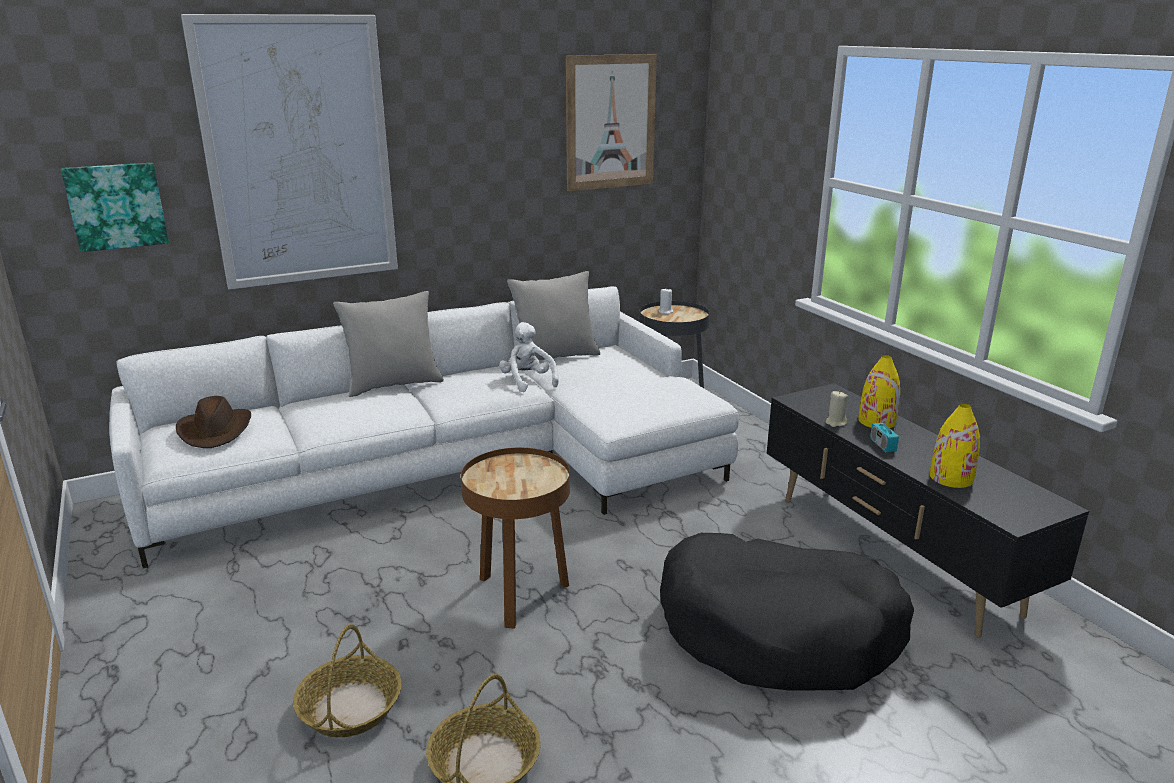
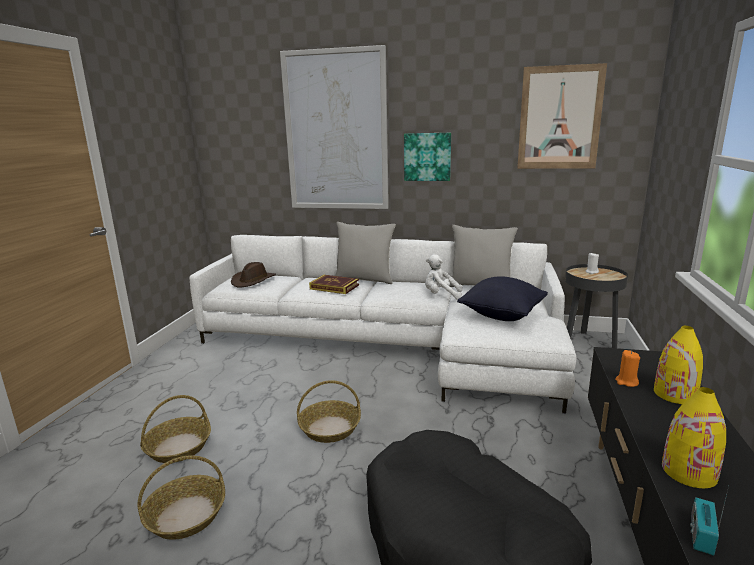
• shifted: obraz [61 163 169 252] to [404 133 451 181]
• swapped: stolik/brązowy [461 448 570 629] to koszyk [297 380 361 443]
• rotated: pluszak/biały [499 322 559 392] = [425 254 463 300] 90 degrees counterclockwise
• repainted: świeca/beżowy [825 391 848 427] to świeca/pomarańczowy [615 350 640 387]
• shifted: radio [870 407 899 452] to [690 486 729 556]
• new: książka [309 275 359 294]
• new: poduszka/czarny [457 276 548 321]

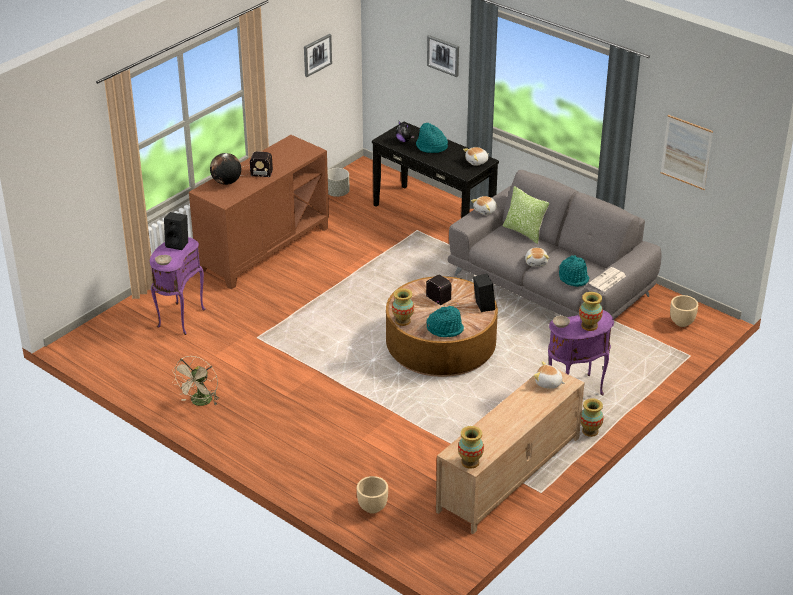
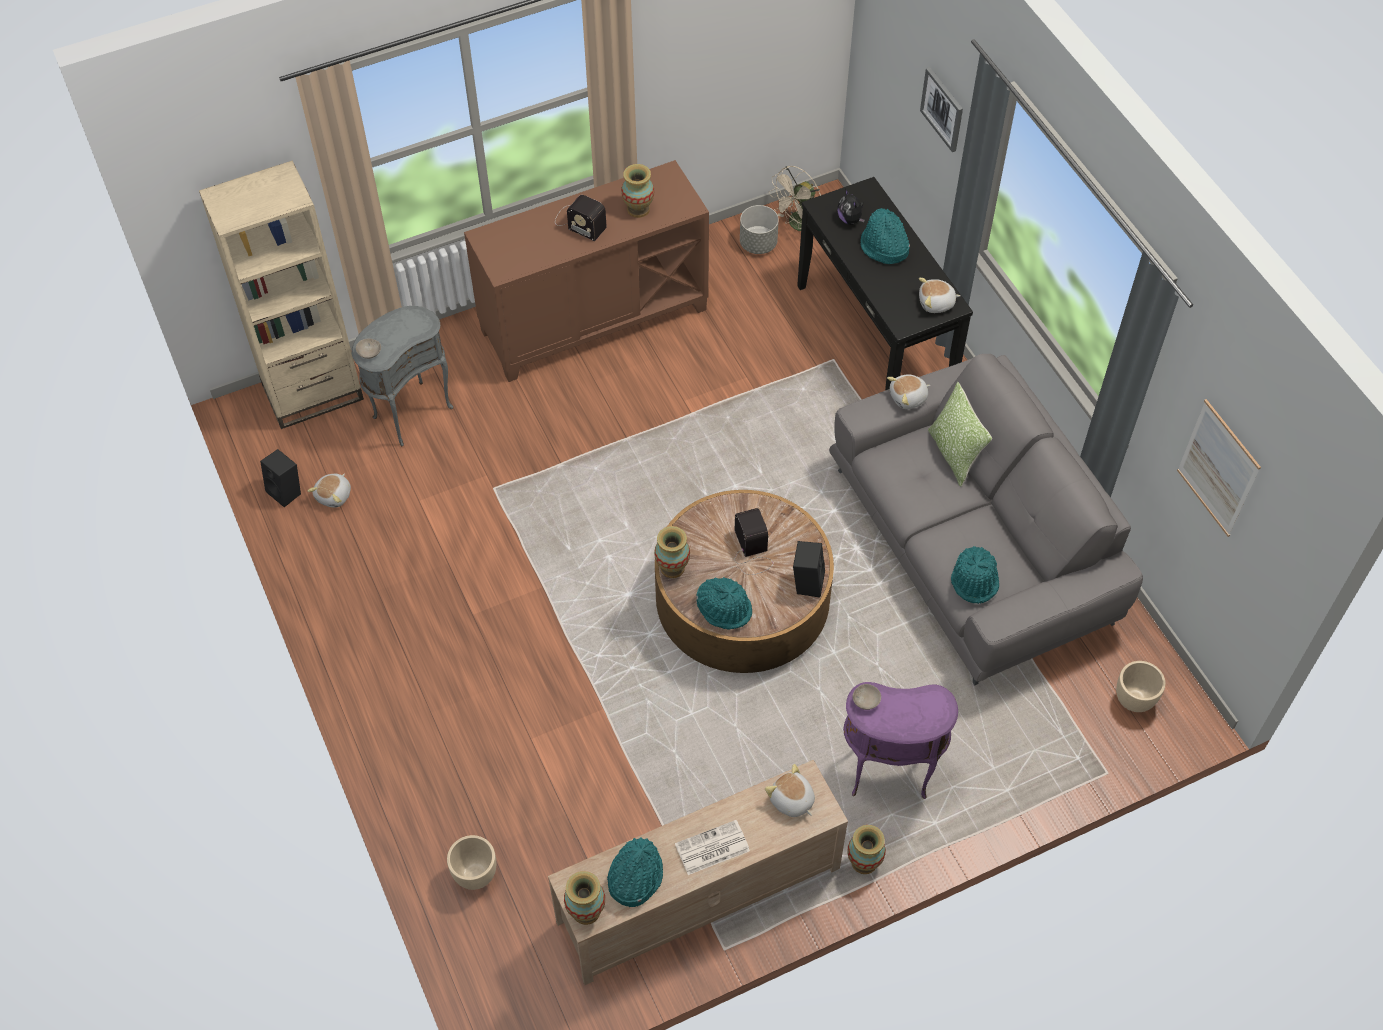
• repainted: stolik/fioletowy [150 237 206 335] to stolik/szary [351 306 453 446]
• shifted: głośnik/czarny [164 212 188 250] to [260 449 301 507]
• shifted: wentylator/beżowy [172 356 220 406] to [769 166 821 231]
• gone: globus [210 153 241 185]
• gone: obraz [304 34 332 77]
• shifted: pluszak [525 248 549 267] to [308 474 351 508]
• shifted: wazon [579 292 603 331] to [621 164 654 218]
• shifted: gazeta [589 267 626 292] to [675 820 750 875]
• new: regał/beżowy [199 160 364 429]
• new: kapelusz/turkusowy [607 837 663 907]

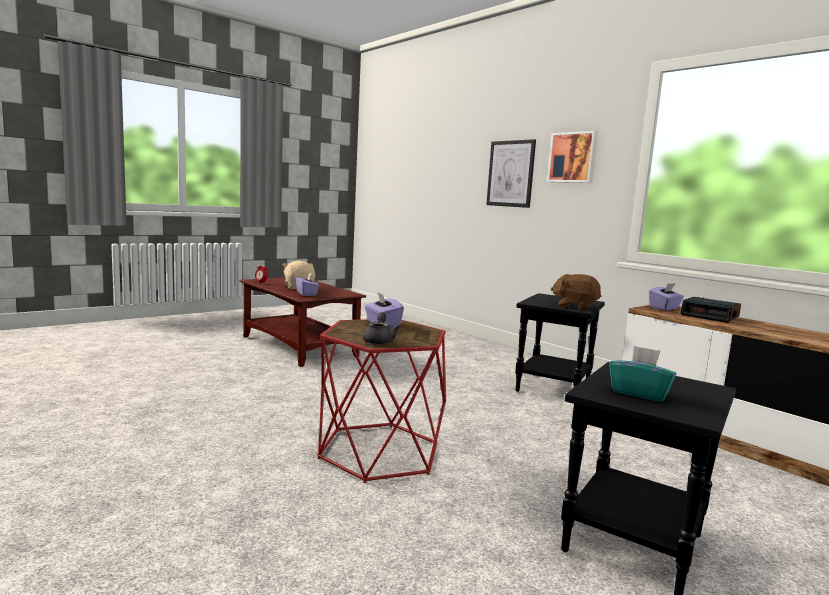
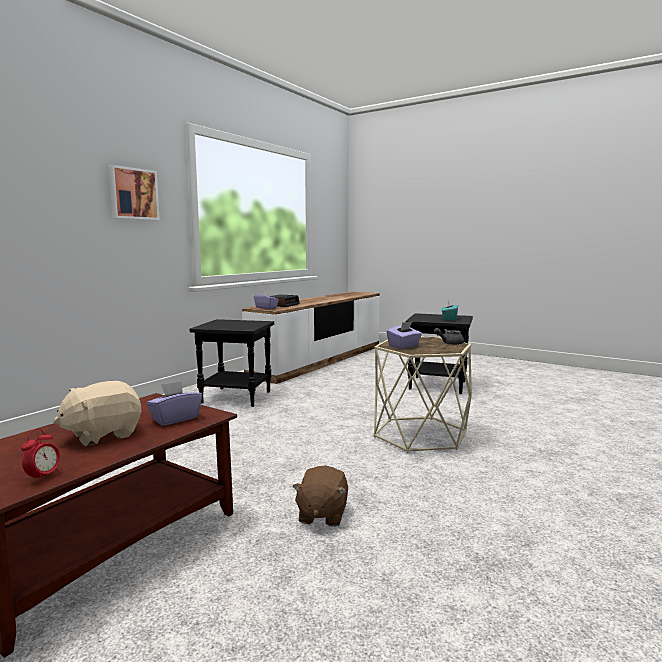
• repainted: stolik/czerwony [317 319 446 483] to stolik/beżowy [373 337 472 453]
• gone: obraz [486 139 536 208]
• shifted: pluszak/brązowy [551 274 601 310] to [292 465 348 527]

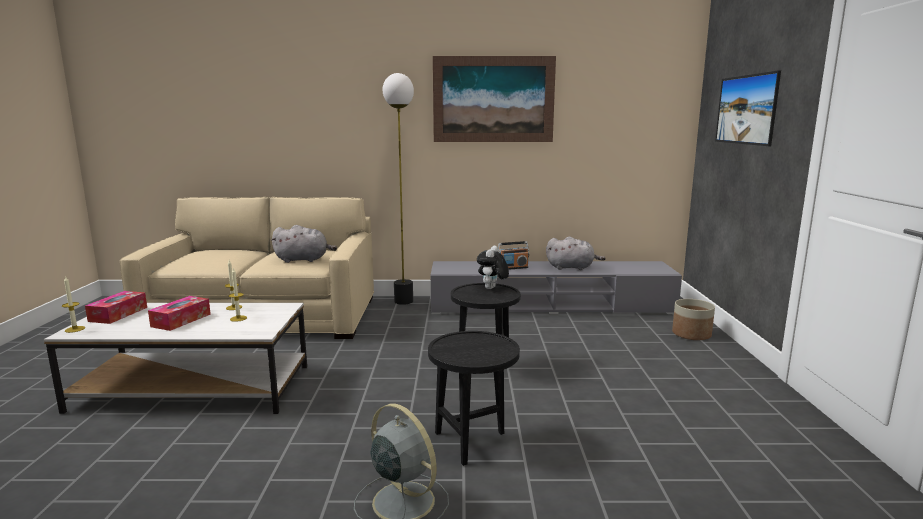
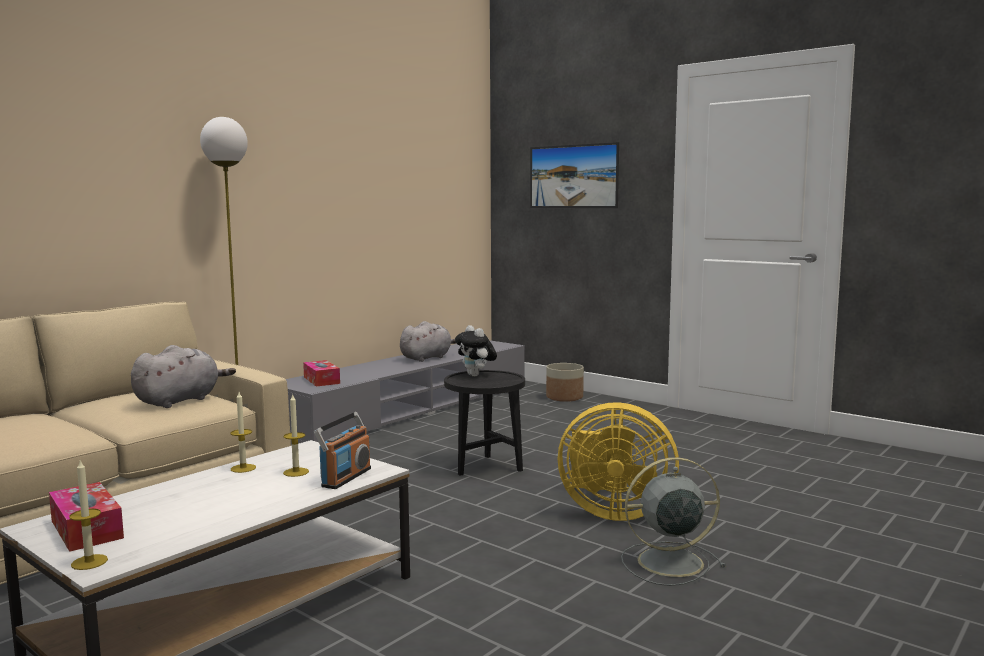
• shifted: pudełko chusteczek [148 296 211 331] to [303 360 340 387]
• swapped: stolik/czarny [428 331 520 466] to wentylator/żółty [558 402 679 521]
• gone: obraz [433 56 556 142]
• shifted: radio [498 241 529 270] to [314 412 371 489]

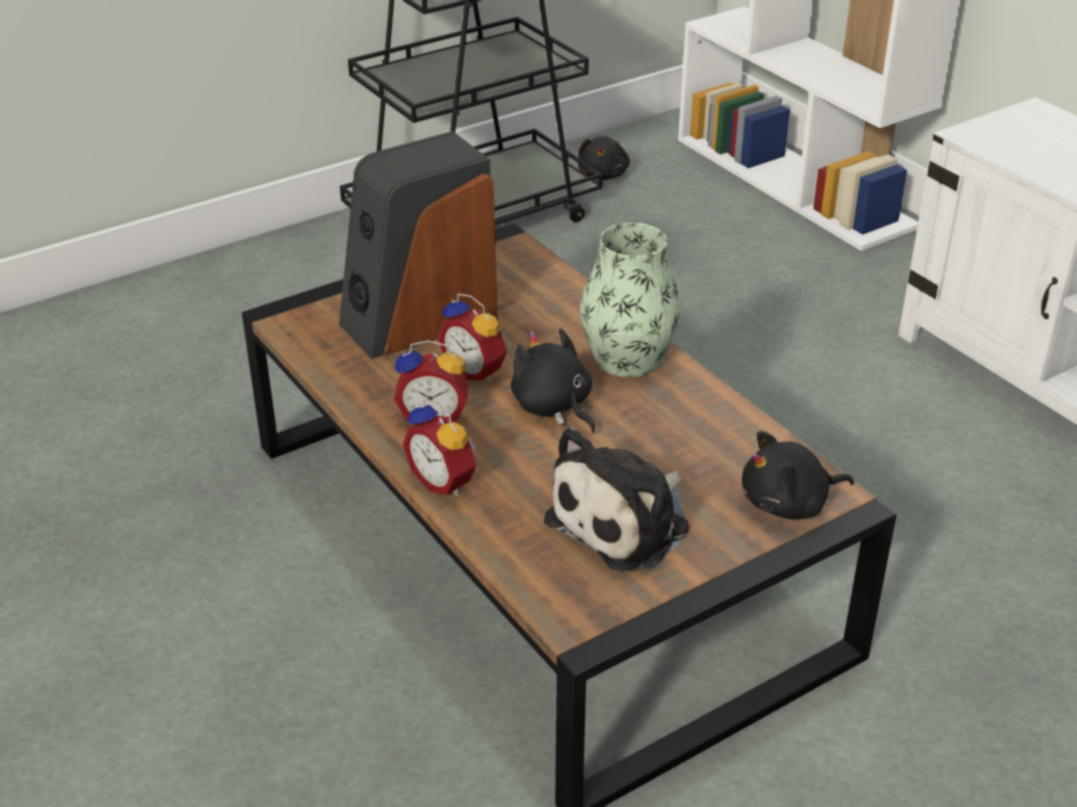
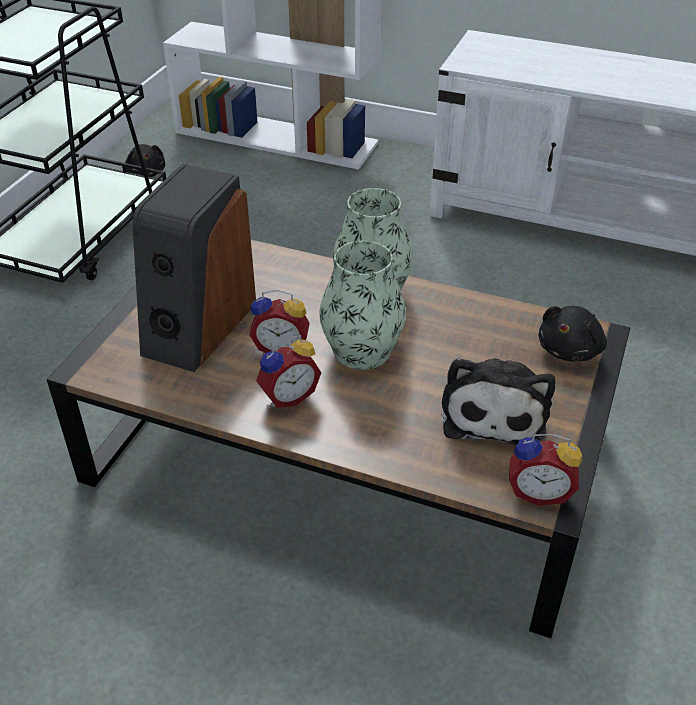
• shifted: budzik [403 398 476 496] to [509 434 582 506]
• swapped: pluszak/czarny [511 328 595 434] to wazon [319 241 406 370]

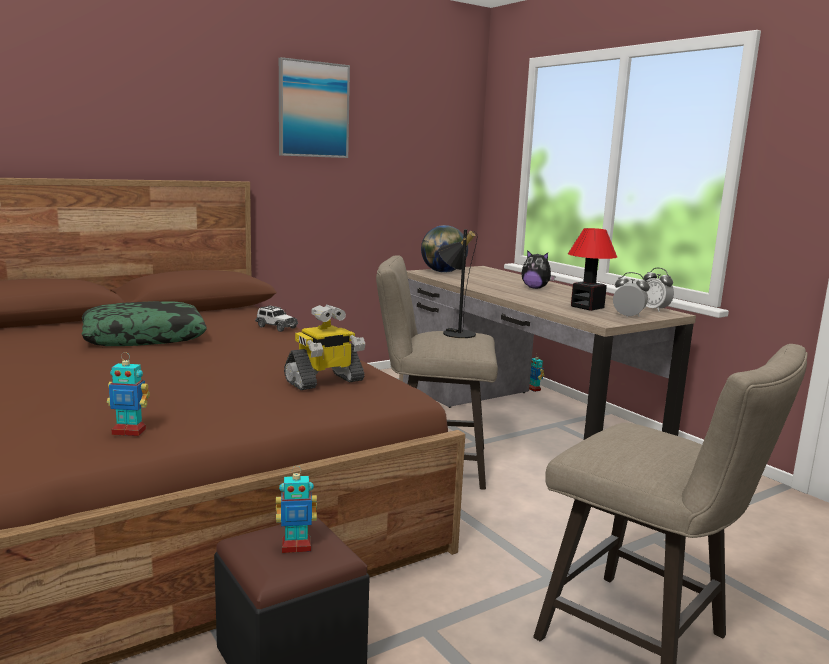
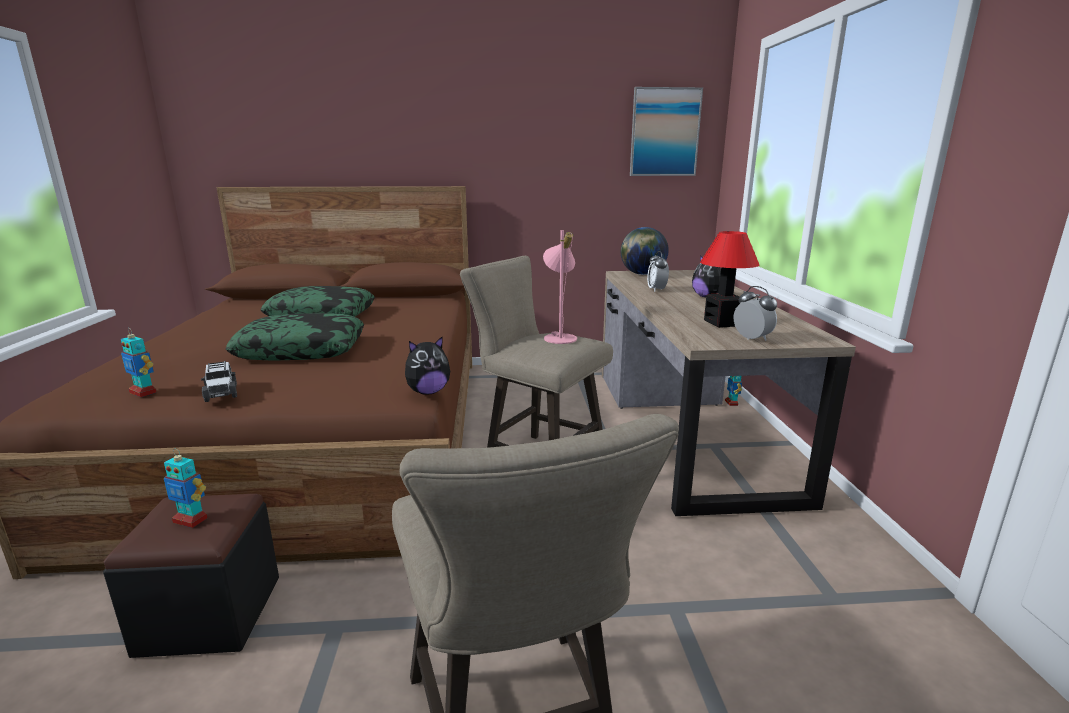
• shifted: samochodzik [255 305 298 332] to [201 361 237 402]
• shifted: obraz [279 57 350 158] to [630 87 703 176]
• gone: robot zabawkowy [284 304 365 390]
• repainted: lampa stołowa/czarny [439 229 477 338] to lampa stołowa/różowy [543 230 577 344]
• shifted: budzik [643 268 674 312] to [647 251 669 292]
• new: poduszka [225 313 364 361]
• new: pluszak [405 336 450 395]

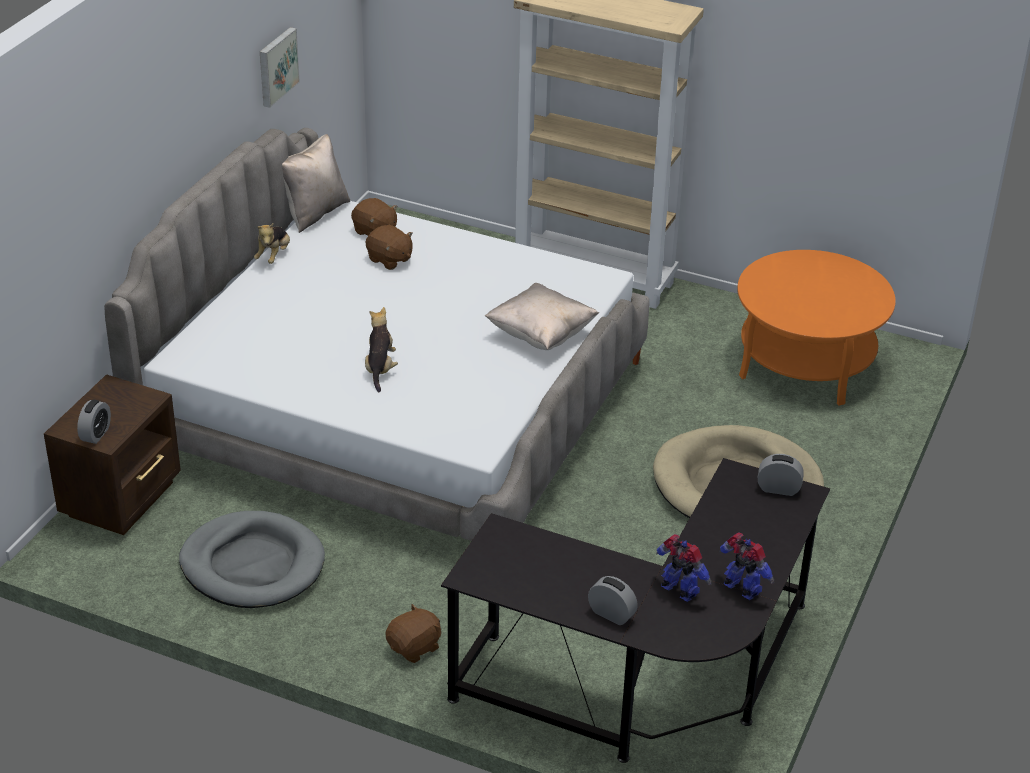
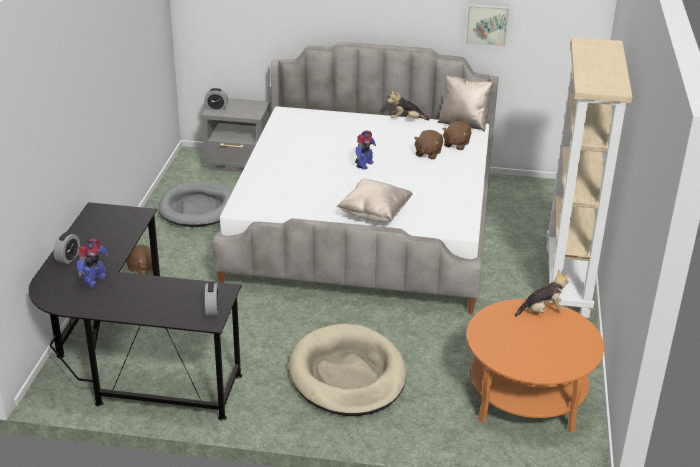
• repainted: szafka nocna/brązowy [44 374 181 535] to szafka nocna/szary [201 98 271 172]
• shifted: pluszak [365 307 398 392] to [515 269 570 317]
• shifted: robot zabawkowy [719 532 774 600] to [355 130 376 170]

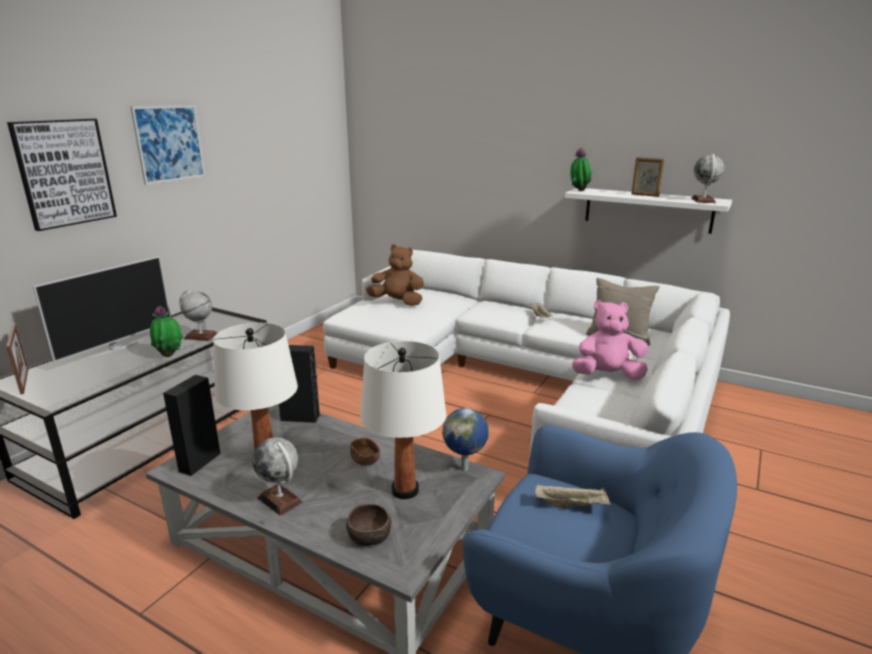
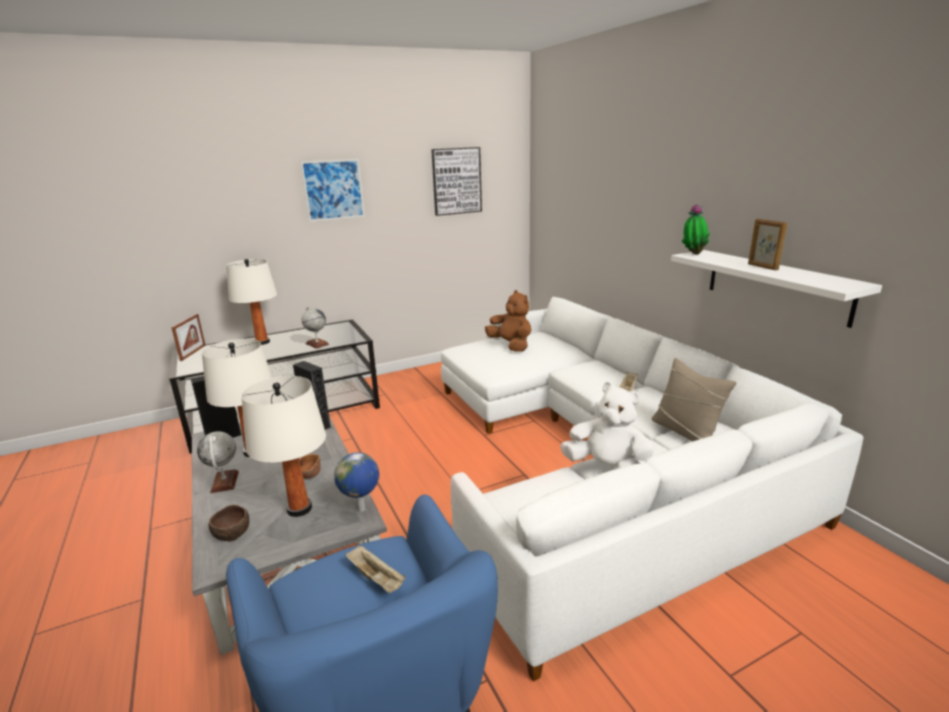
• shifted: obraz [7 119 117 231] to [431 147 482 216]
• swapped: telewizor [33 256 171 362] to lampa stołowa/biały [226 259 277 345]
• gone: roślina doniczkowa [150 306 183 357]
• repainted: pluszak/różowy [572 300 648 380] to pluszak/biały [560 382 654 468]
• gone: globus [691 154 724 203]

